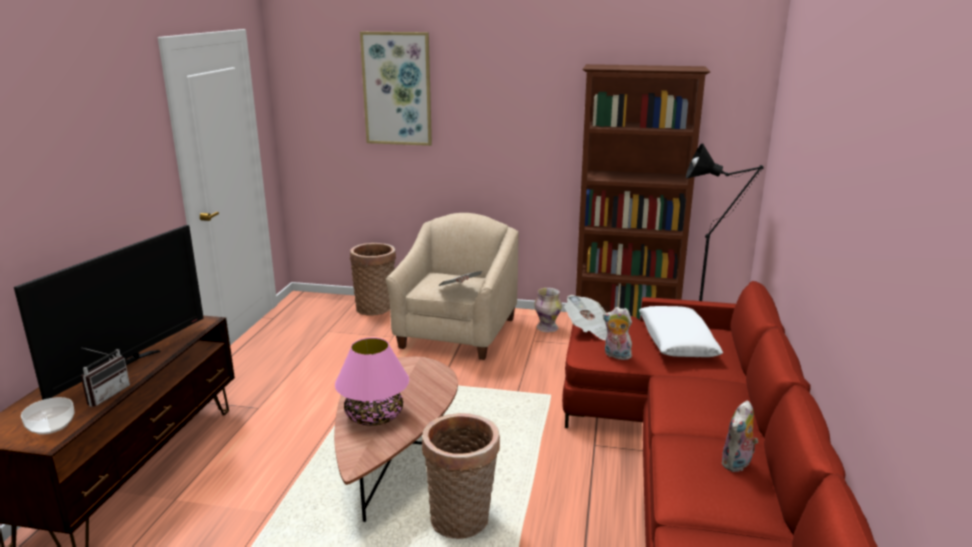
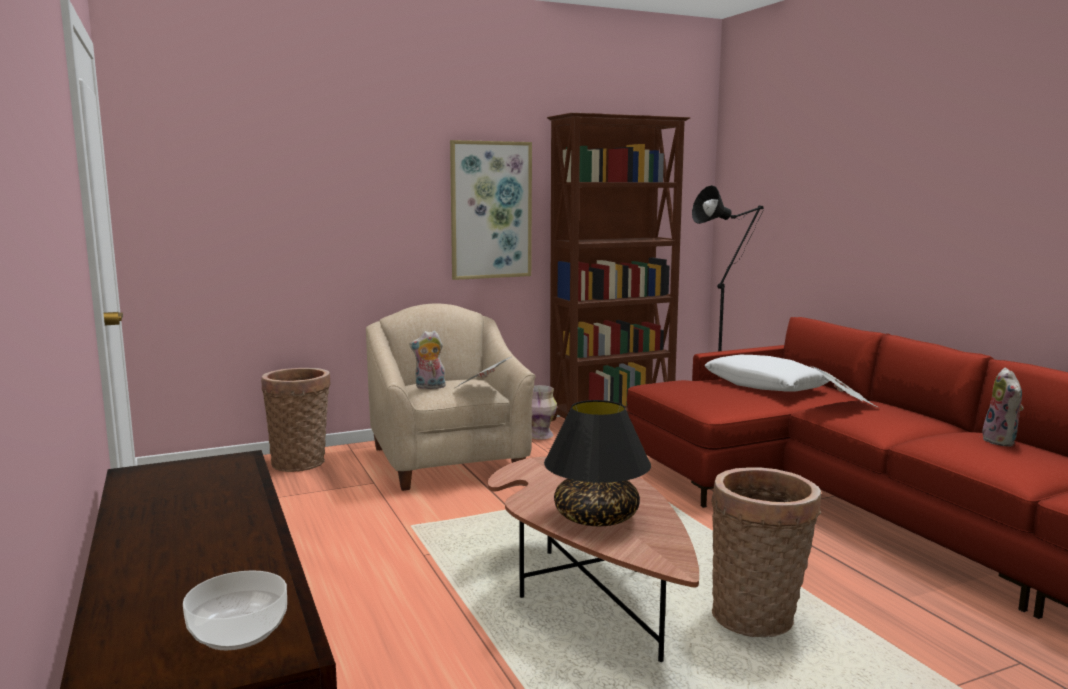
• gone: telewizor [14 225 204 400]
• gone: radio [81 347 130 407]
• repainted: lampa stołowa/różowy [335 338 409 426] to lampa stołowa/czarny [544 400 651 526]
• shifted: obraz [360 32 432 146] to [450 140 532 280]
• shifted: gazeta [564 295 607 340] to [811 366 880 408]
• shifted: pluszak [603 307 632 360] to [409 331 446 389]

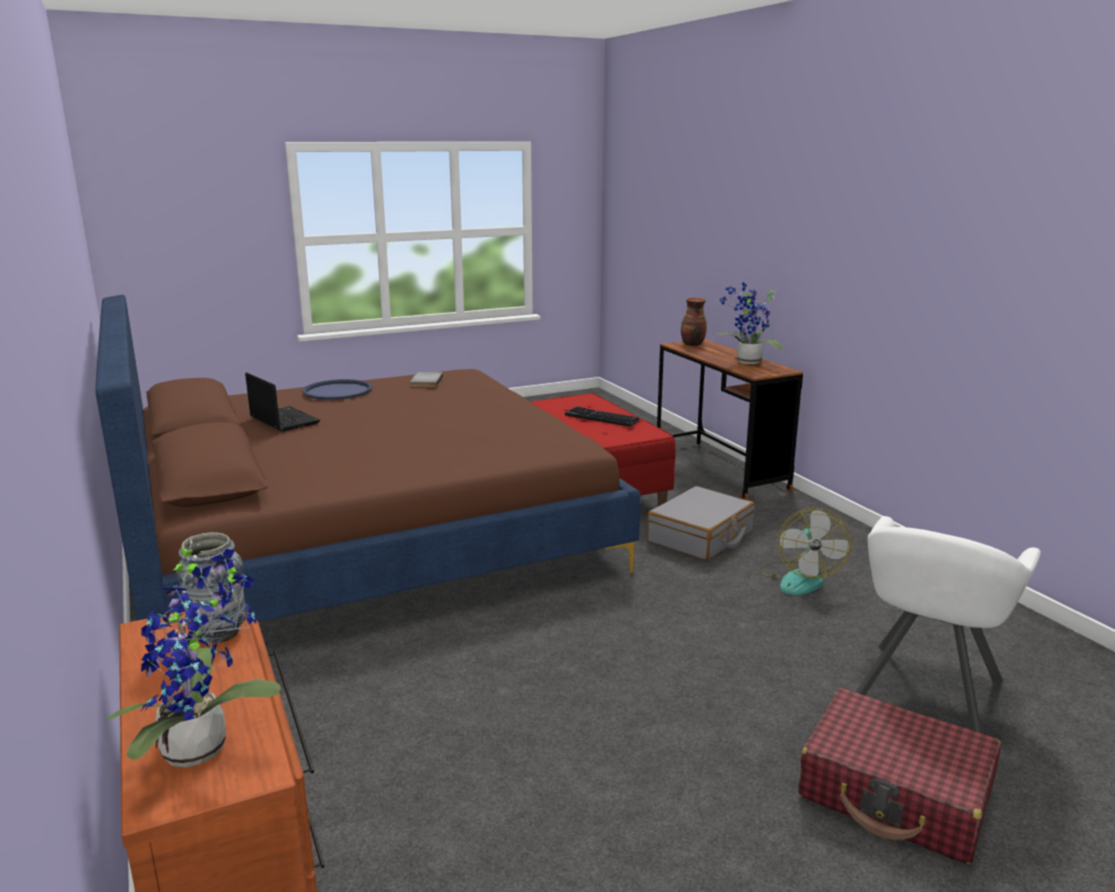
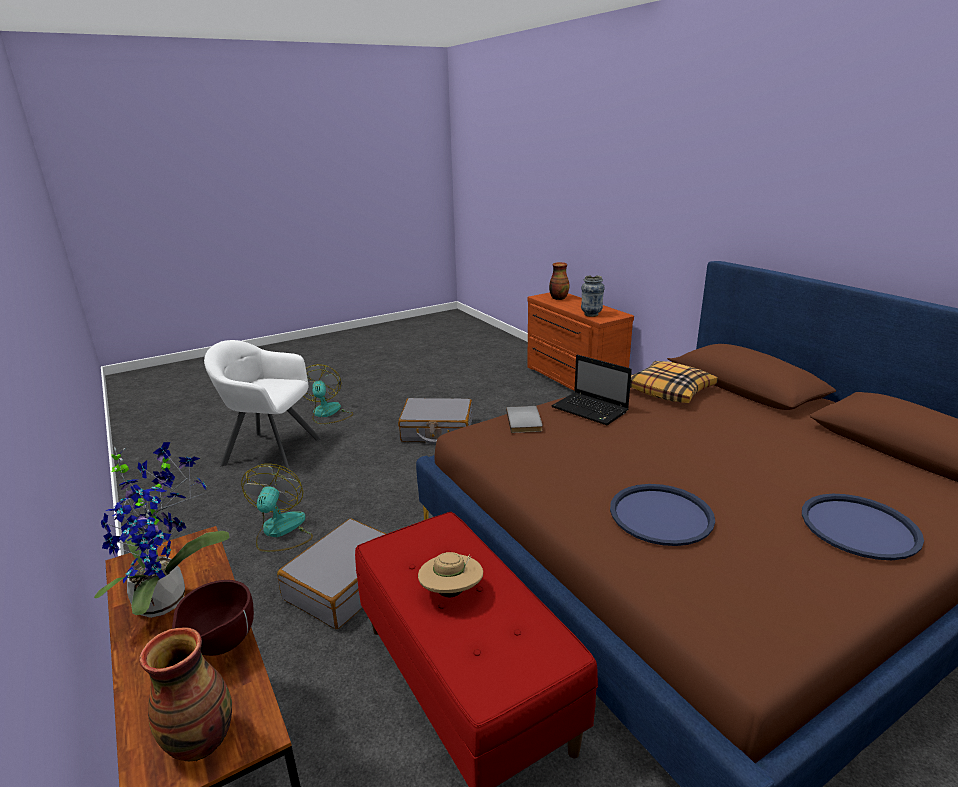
• swapped: roślina doniczkowa [106 539 281 768] to wazon [549 262 570 300]
• shifted: laptop [245 372 320 432] to [551 355 632 425]
• shifted: książka/szary [410 372 443 387] to [506 406 543 433]
• swapped: klawiatura [565 406 639 427] to kapelusz/beżowy [418 552 483 598]
• swapped: walizka/czerwony [798 688 1001 864] to wentylator [303 364 353 424]
• rotated: fotel/biały [856 516 1041 733] = [204 340 321 473] 105 degrees counterclockwise
• new: miska/brązowy [172 580 254 656]
• new: walizka/szary [398 398 472 444]
• new: taca/niebieski [610 484 715 546]
• new: poduszka [630 361 718 403]

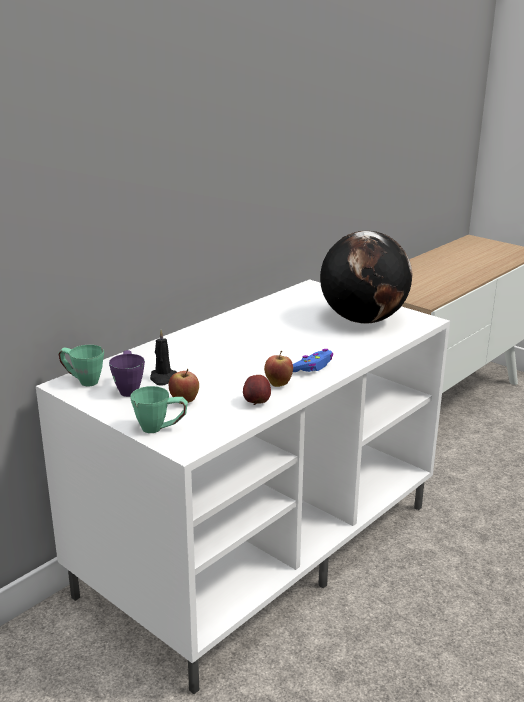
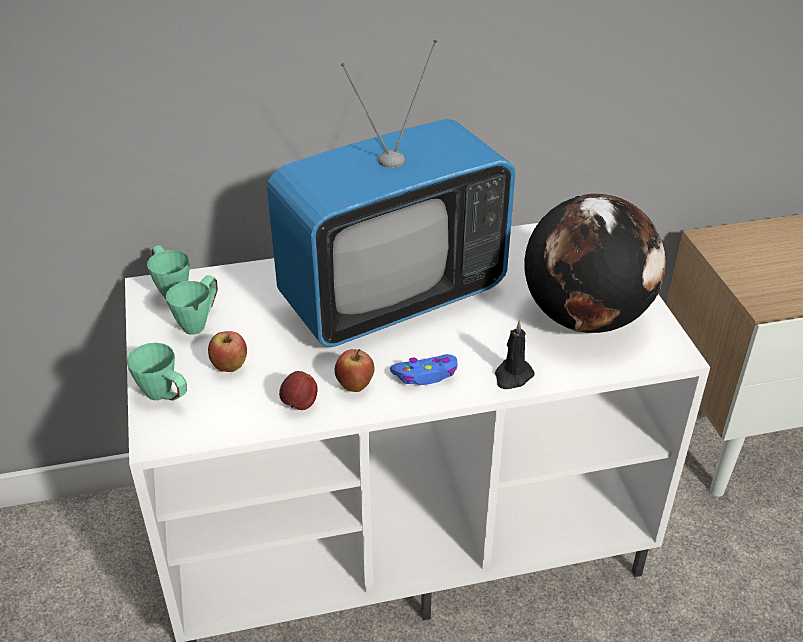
• repainted: kubek/fioletowy [109 350 145 397] to kubek/zielony [166 275 218 335]
• shifted: świeca/czarny [150 330 177 386] to [495 321 535 389]
• new: telewizor [267 40 516 347]

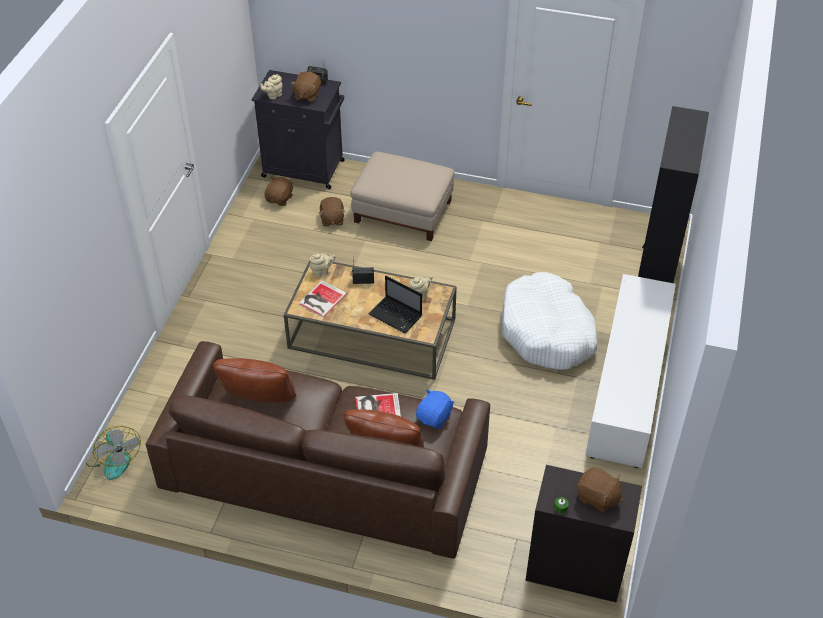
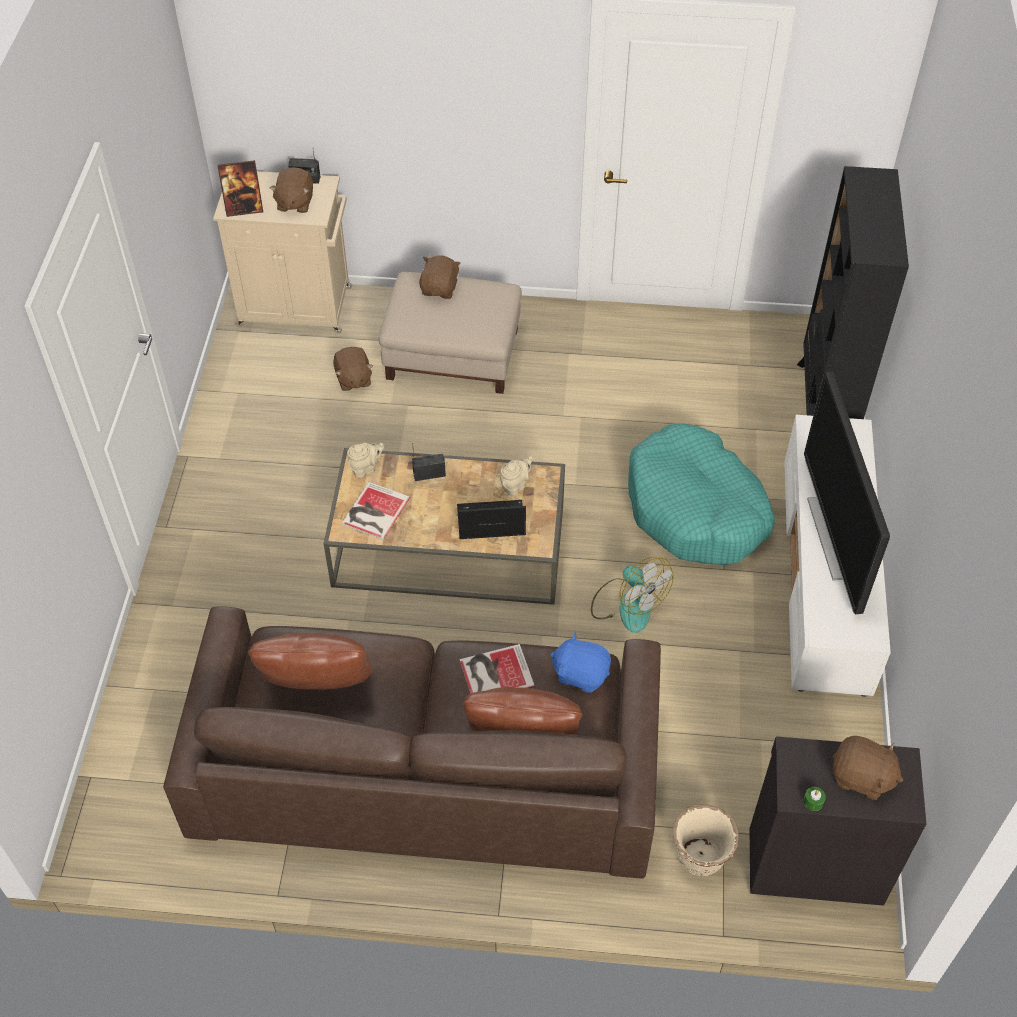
• shifted: wentylator [86 426 141 480] to [591 557 674 633]
• repainted: szafka/czarny [252 70 345 189] to szafka/beżowy [213 171 352 333]
• swapped: imbryk/beżowy [260 74 282 99] to ramka na zdjęcie [217 160 263 217]
• shifted: pluszak/brązowy [265 177 294 206] to [419 255 461 299]
• rotated: laptop [368 276 422 333] = [457 500 526 539] 150 degrees clockwise
• rotated: pluszak/niebieski [416 389 454 429] = [550 633 611 693] 90 degrees counterclockwise
• repainted: legowisko/biały [502 272 597 370] to legowisko/turkusowy [628 423 775 565]
• new: donica/beżowy [673 804 739 876]
• new: telewizor [804 371 890 614]

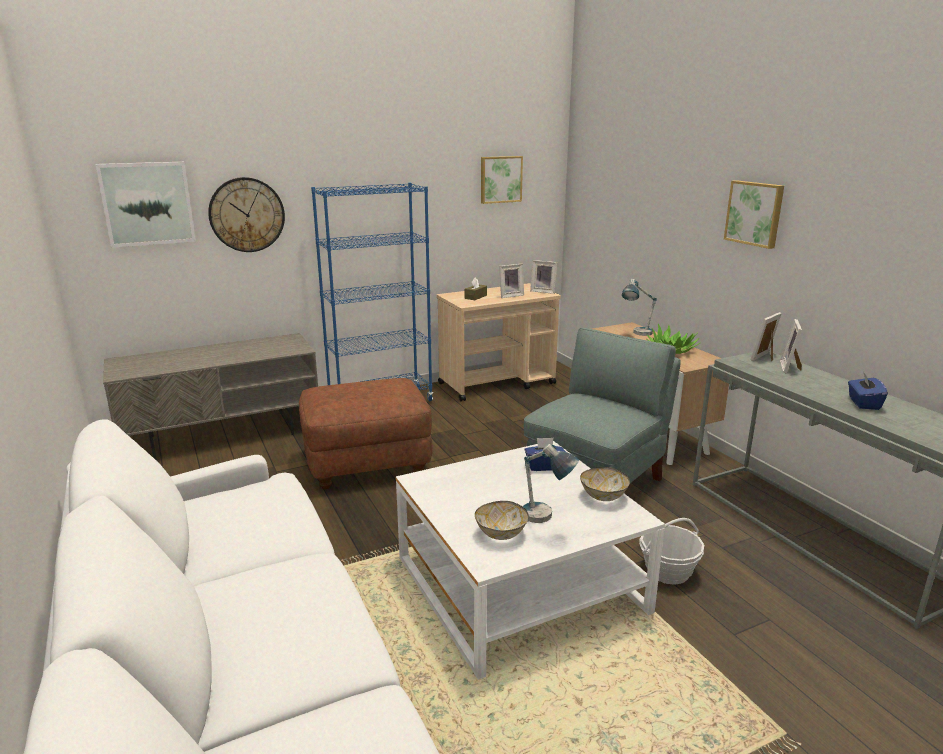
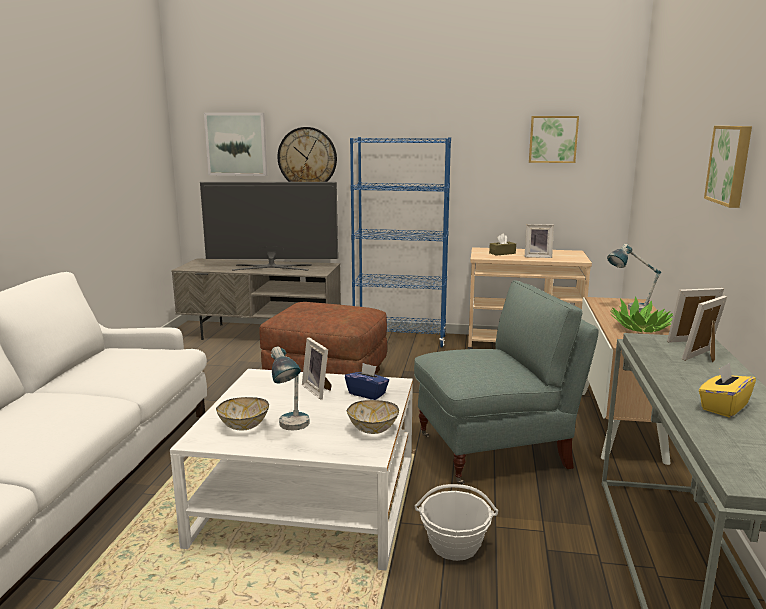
• shifted: ramka na zdjęcie [530 260 558 294] to [302 338 332 399]
• repainted: pudełko chusteczek/niebieski [848 371 888 410] to pudełko chusteczek/żółty [699 362 756 417]
• new: telewizor [200 182 338 271]

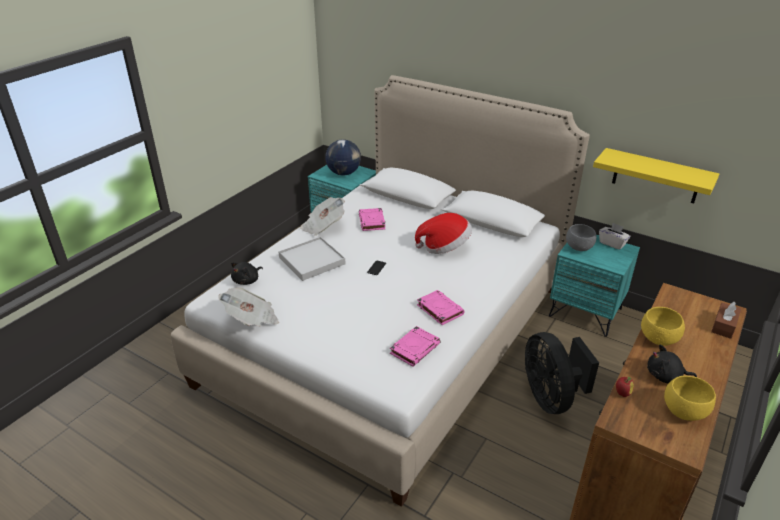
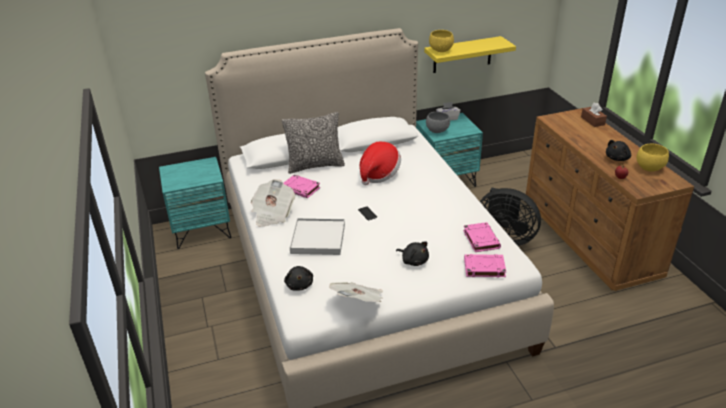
• gone: globus [325 139 361 176]
• shifted: książka/różowy [417 290 465 325] to [464 254 506 277]
• shifted: miska/żółty [641 307 685 346] to [429 30 454 52]
• new: poduszka [282 112 345 174]
• new: pluszak/czarny [396 242 429 266]

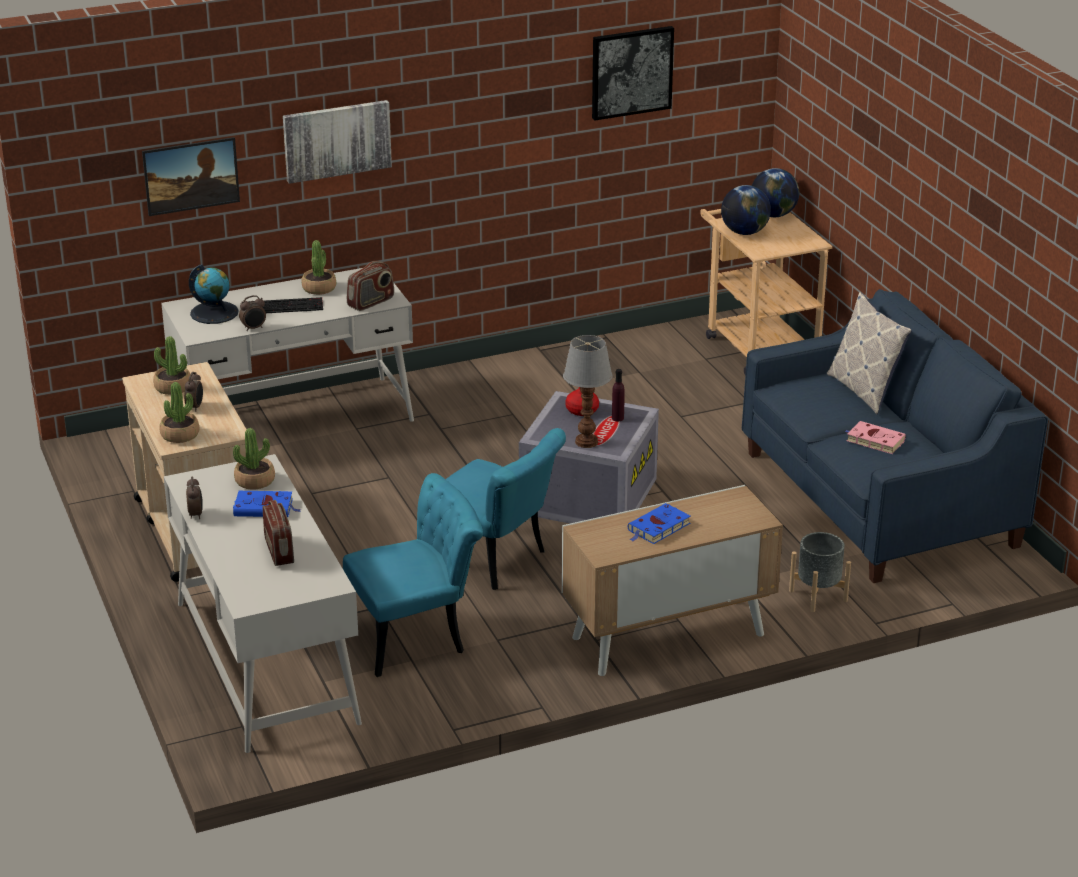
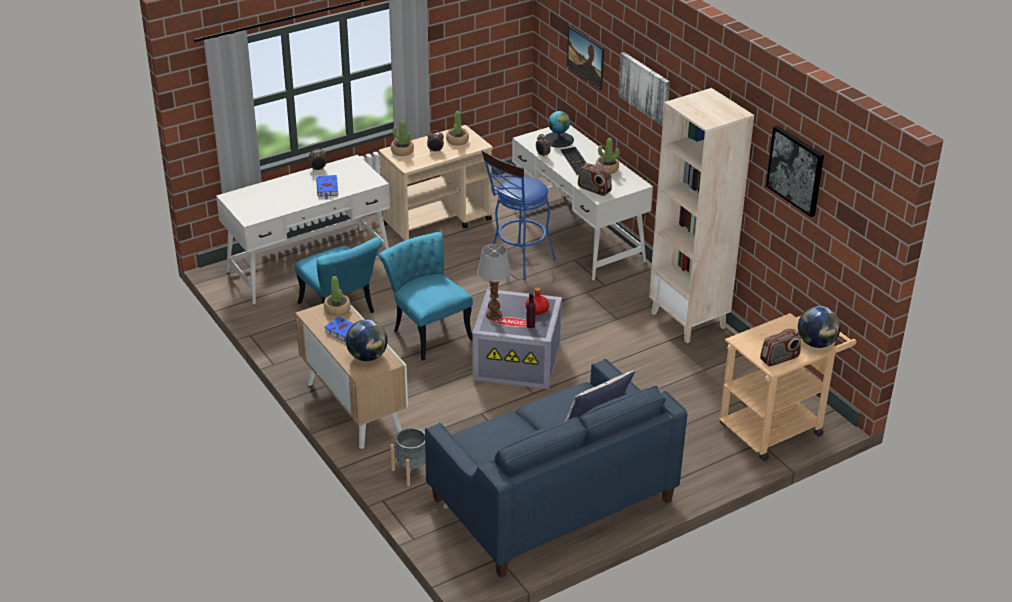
• shifted: roślina doniczkowa [233 428 275 489] to [324 276 351 316]
• shifted: radio [263 500 294 566] to [760 329 801 366]
• rotated: krzesło/turkusowy [446 428 566 590] = [379 232 473 361] 120 degrees clockwise
• shifted: globus [721 185 771 235] to [346 320 387 361]
• gone: książka/różowy [845 421 906 454]
• new: stołek/niebieski [481 150 556 280]
• new: regał/beżowy [649 88 754 343]

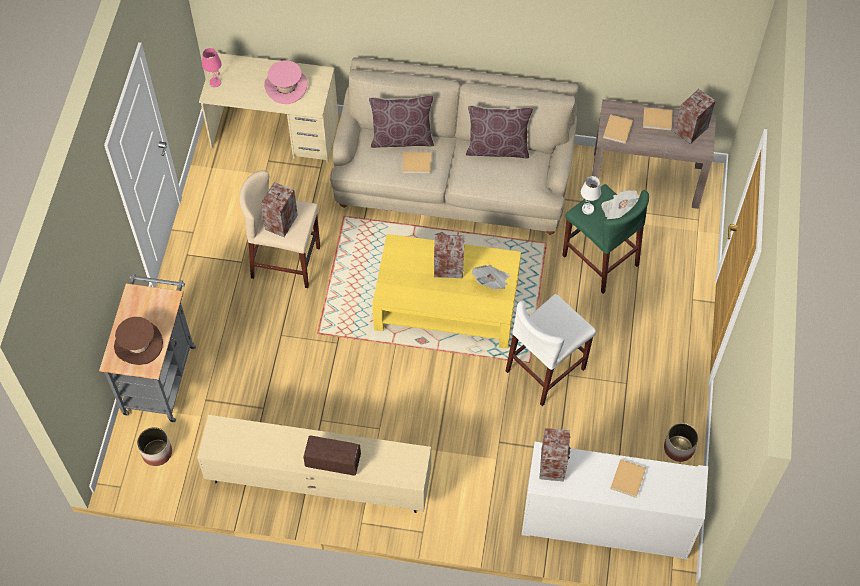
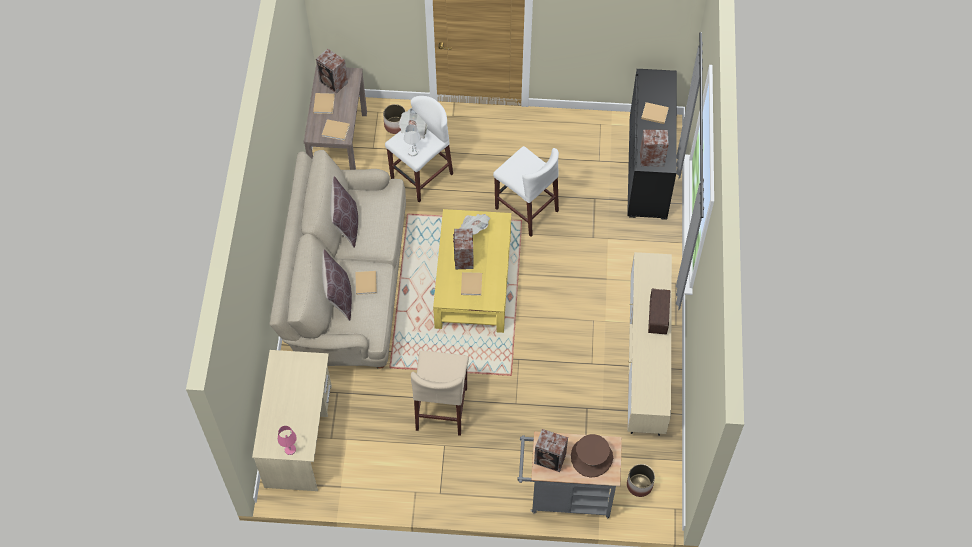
• shifted: głośnik [260 182 298 237] to [534 429 568 472]
• gone: kapelusz/różowy [264 61 308 104]
• repainted: szafka/biały [522 442 708 560] to szafka/czarny [627 69 677 220]
• repainted: stołek/zielony [562 184 649 294] to stołek/biały [385 96 453 202]
• shifted: donica [664 423 698 462] to [383 104 406 134]
• new: książka/beżowy [461 272 482 296]

